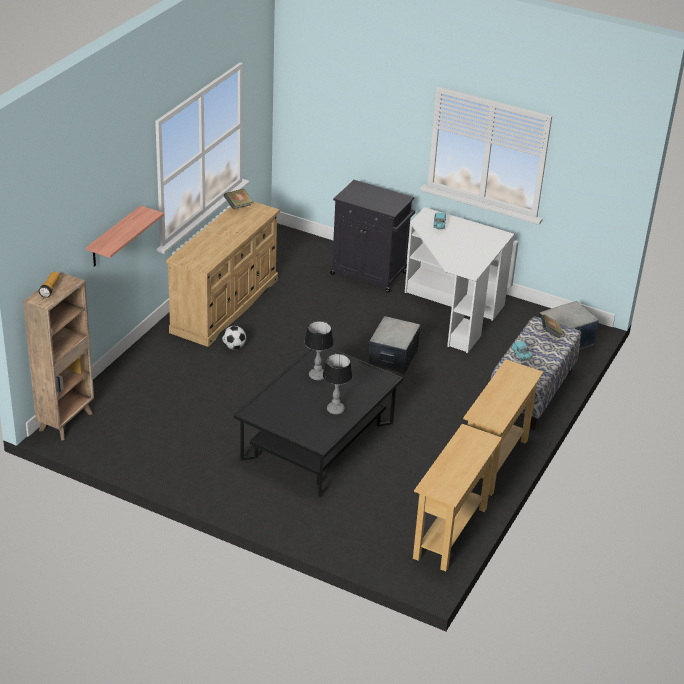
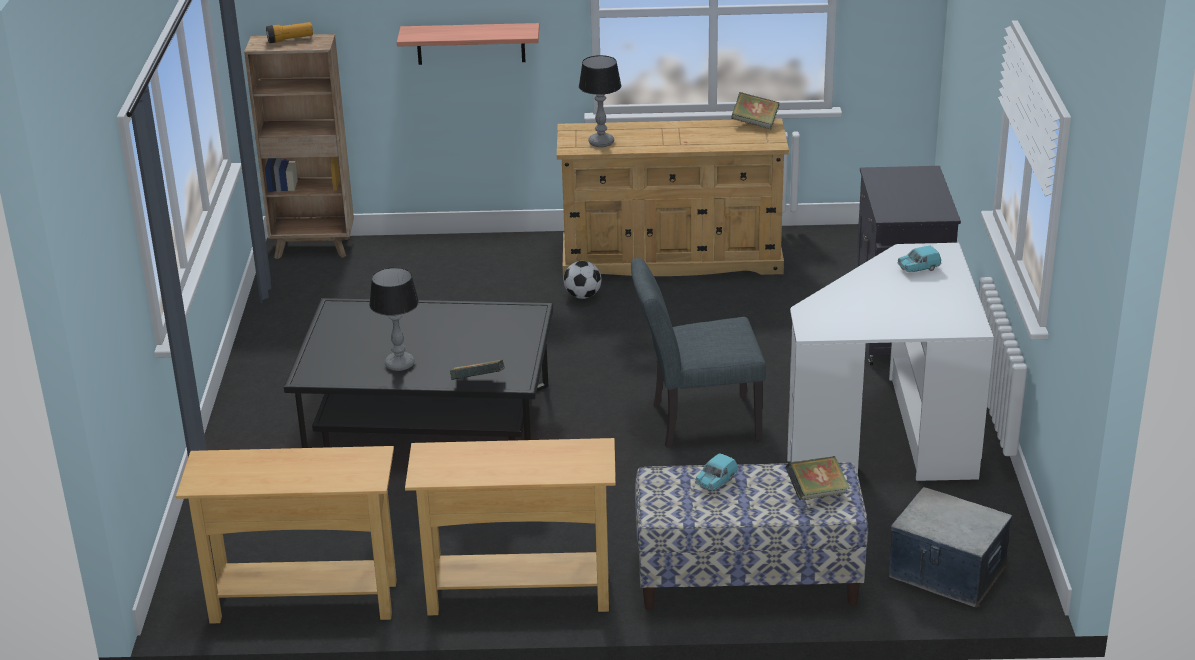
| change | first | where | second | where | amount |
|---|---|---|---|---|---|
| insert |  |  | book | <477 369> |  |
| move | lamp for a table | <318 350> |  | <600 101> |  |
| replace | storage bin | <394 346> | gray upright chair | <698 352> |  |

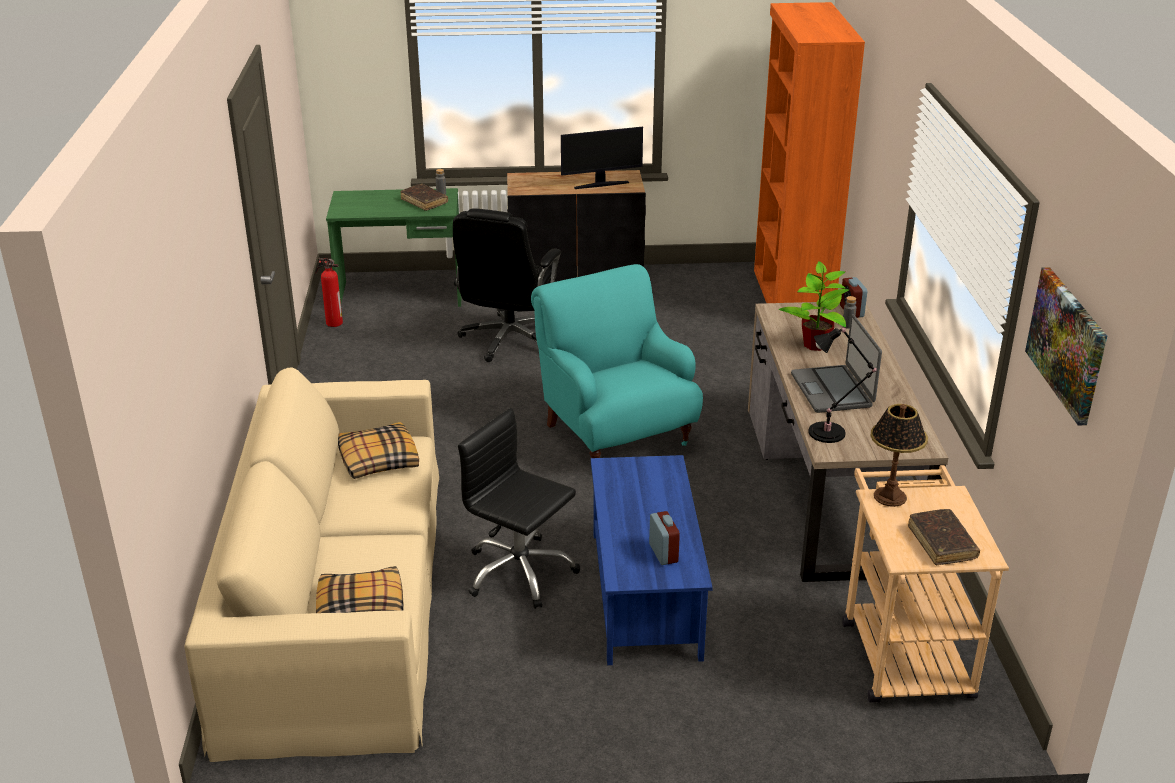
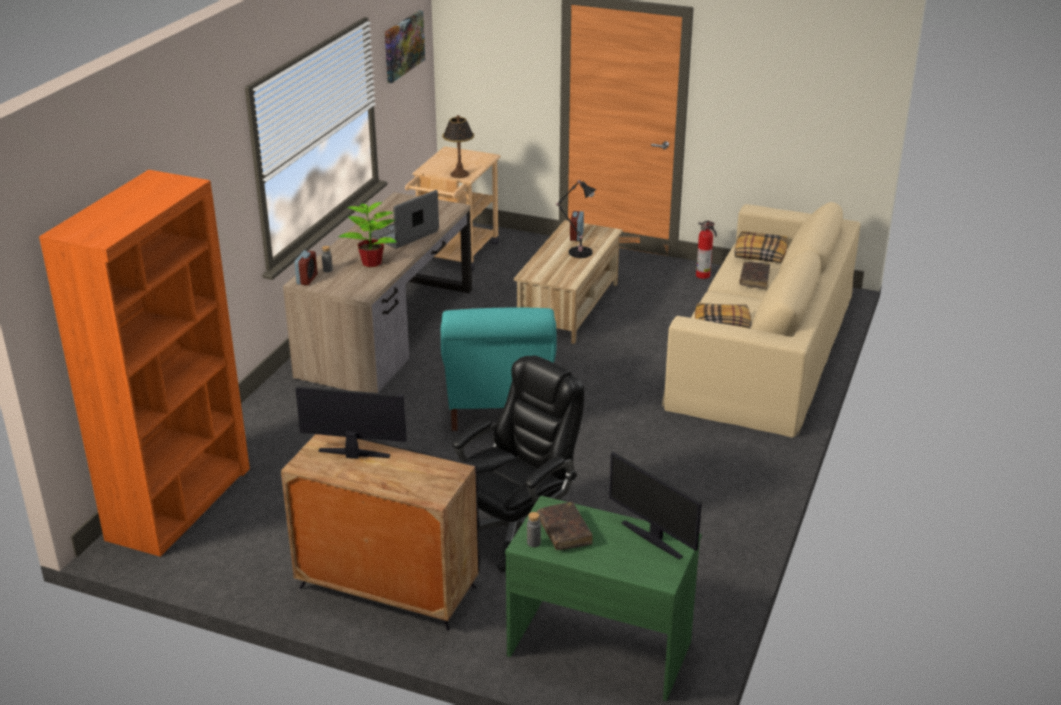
| change | first | where | second | where | amount |
|---|---|---|---|---|---|
| delete | black-coloured desk chair | <519 508> |  |  |  |
| insert |  |  | computer display | <655 505> |  |
| move | extinguisher | <329 292> |  | <706 249> |  |
| move | black-coloured lamp for a table | <843 385> |  | <575 219> |  |
| move | brown-coloured book | <944 537> |  | <754 275> |  |
| recolor | blue-coloured coffee table | <652 560> | sand-coloured coffee table | <568 282> |  |
| rotate | laptop | <836 363> |  | <405 219> | 150 degrees counterclockwise |

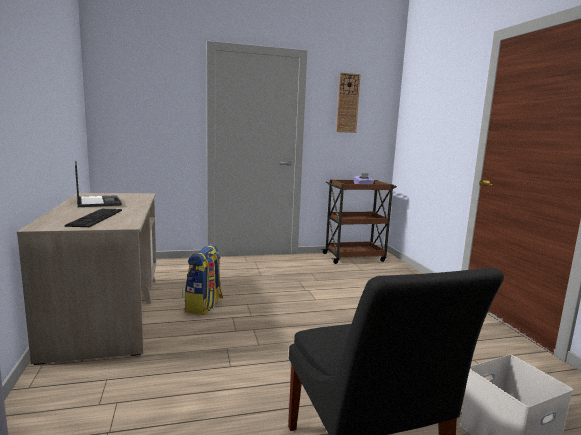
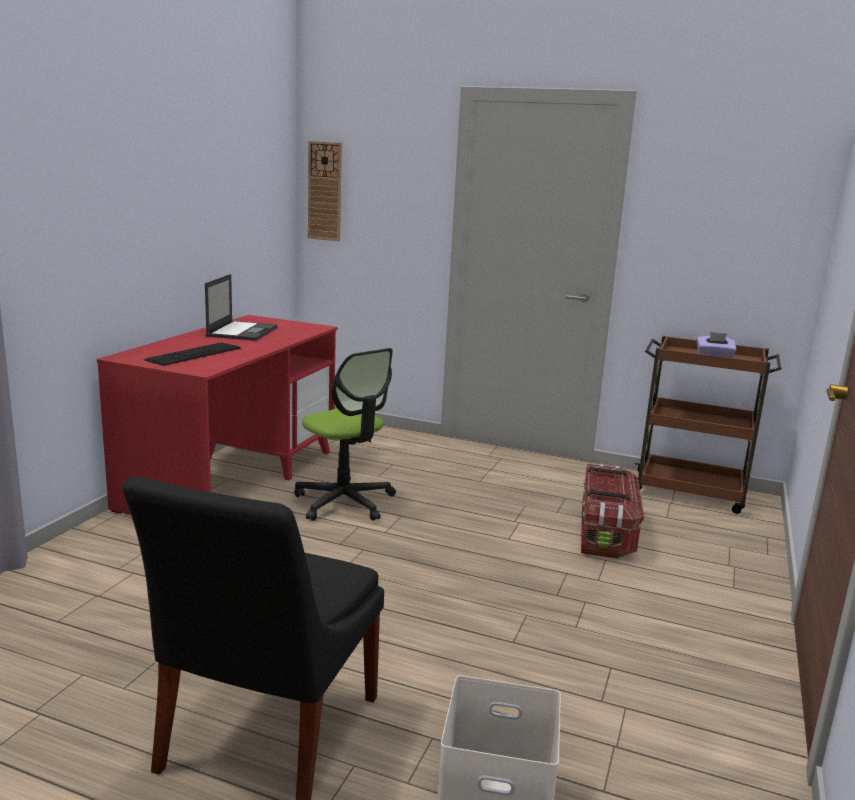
| change | first | where | second | where | amount |
|---|---|---|---|---|---|
| insert |  |  | storage bin | <612 511> |  |
| move | clock on the wall | <348 103> |  | <325 191> |  |
| replace | backpack | <204 280> | desk chair | <345 434> |  |
| recolor | sand-coloured desk | <86 279> | red-coloured desk | <217 415> |  |

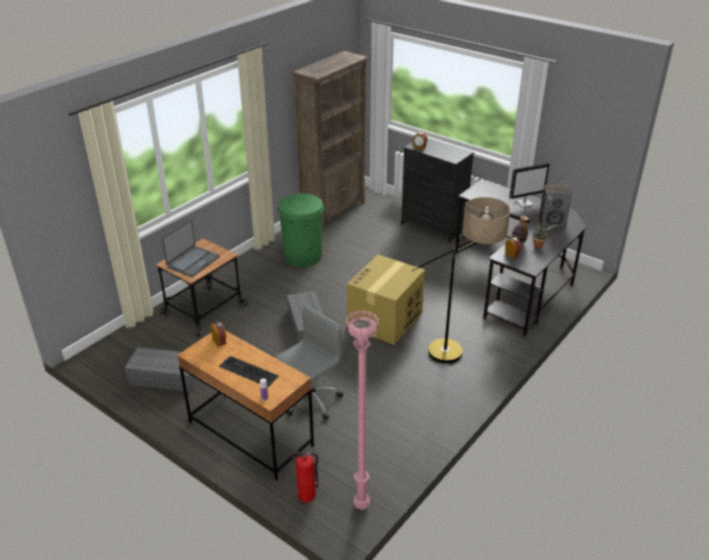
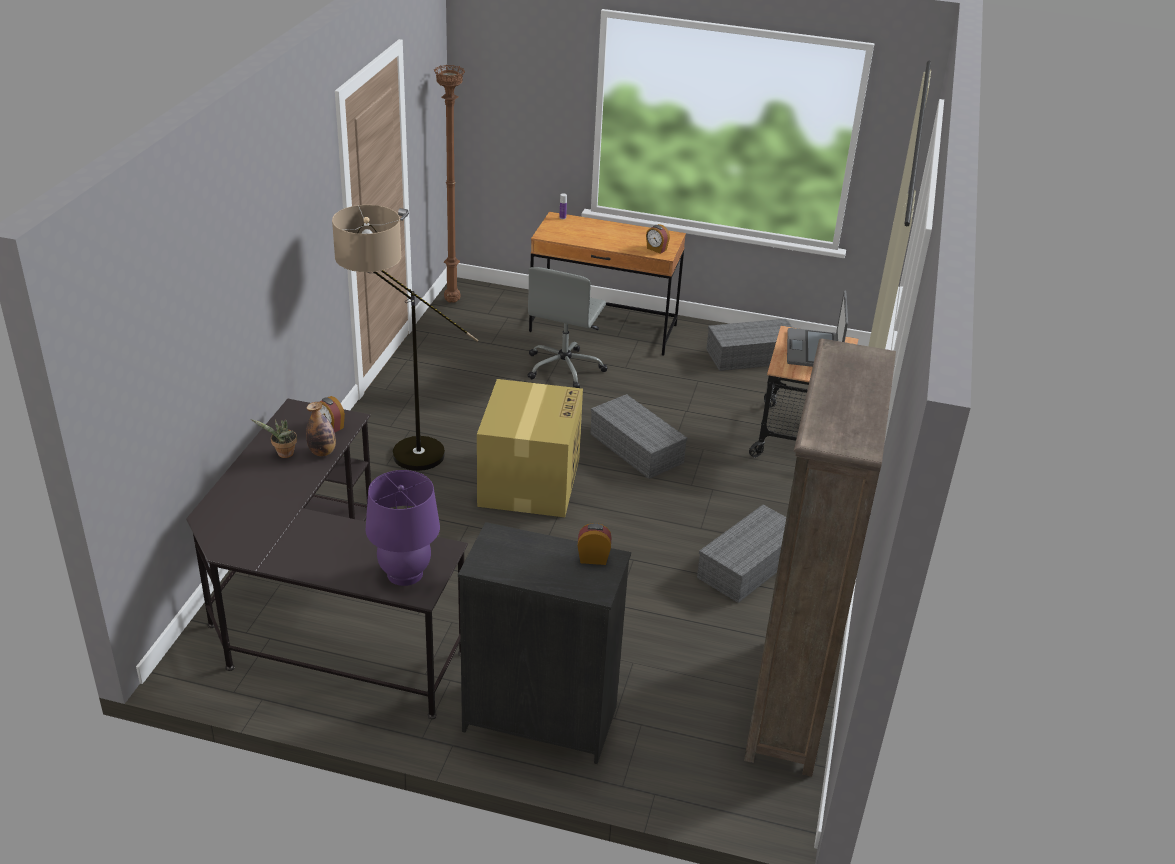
| change | first | where | second | where | amount |
|---|---|---|---|---|---|
| delete | computer keyboard | <249 371> |  |  |  |
| delete | extinguisher | <305 477> |  |  |  |
| delete | computer display | <529 185> |  |  |  |
| delete | loudspeaker | <555 207> |  |  |  |
| insert |  |  | purple lamp for a table | <403 528> |  |
| replace | green trash can | <301 230> | gray storage bin | <741 554> |  |
| recolor | pink standing lamp | <362 410> | brown-coloured standing lamp | <449 184> |  |

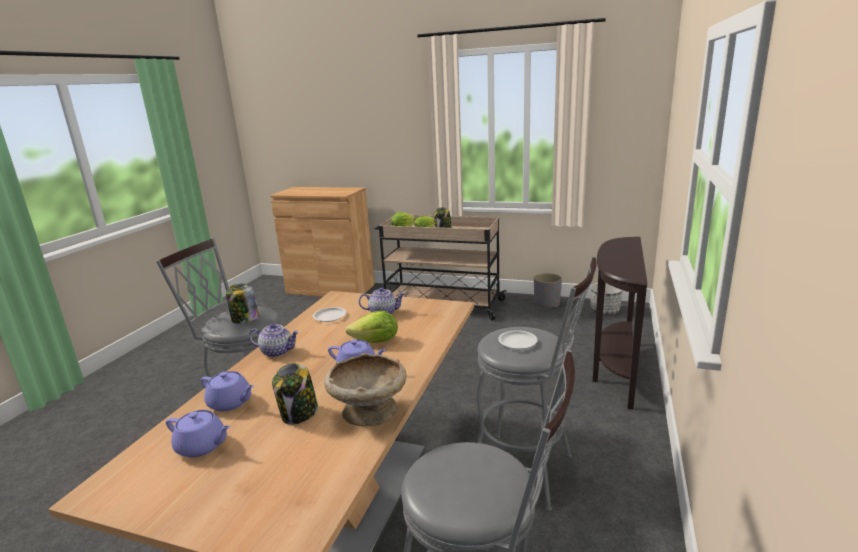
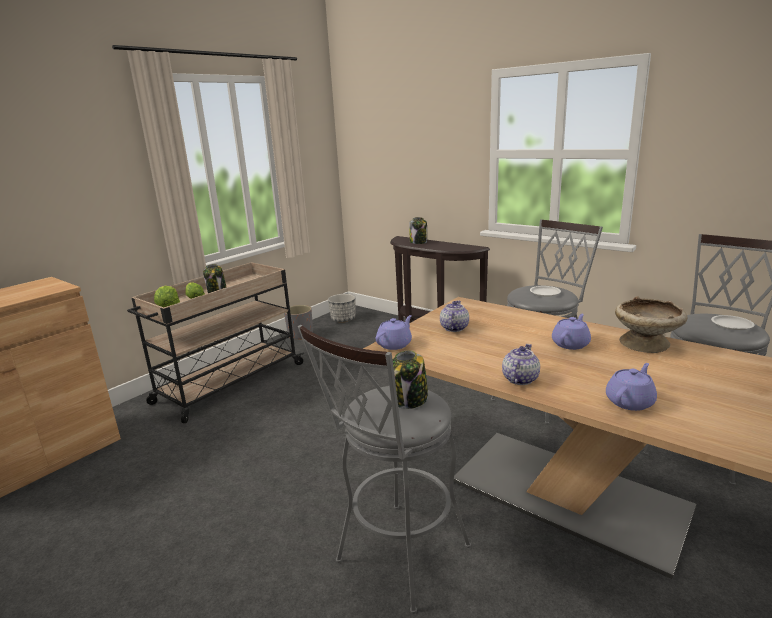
| change | first | where | second | where | amount |
|---|---|---|---|---|---|
| delete | lettuce | <371 327> |  |  |  |
| move | purple pot for tea | <198 433> |  | <394 332> |  |
| move | storage jar | <295 394> |  | <418 230> |  |
| move | white-coloured dinner plate | <329 314> |  | <733 322> |  |

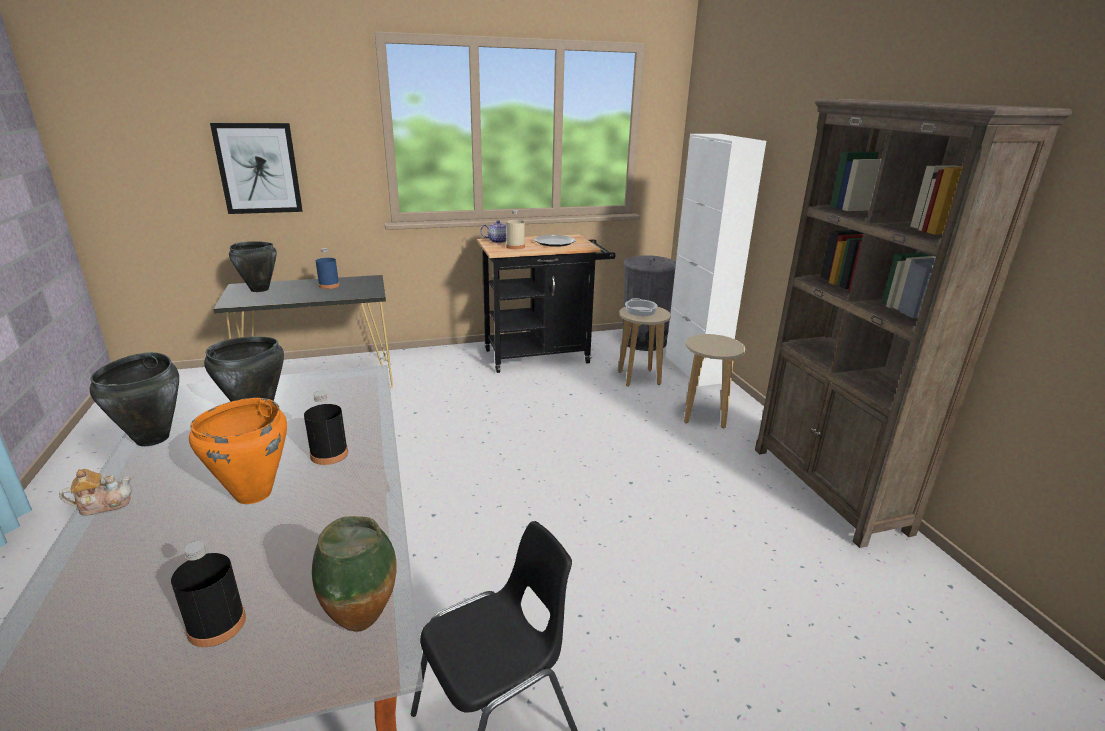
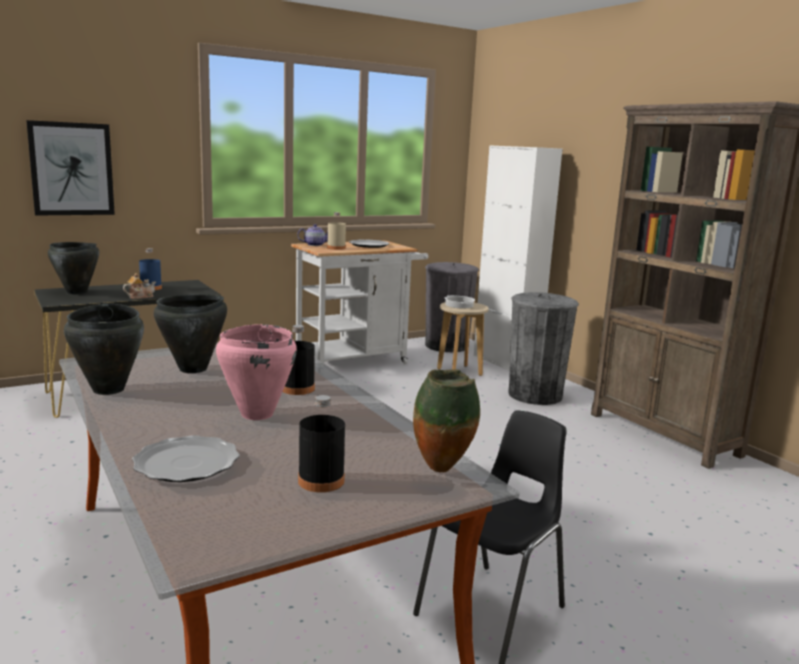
| change | first | where | second | where | amount |
|---|---|---|---|---|---|
| insert |  |  | dinner plate | <186 458> |  |
| move | pot for tea | <95 492> |  | <139 286> |  |
| replace | sand-coloured stool seat | <714 381> | gray trash can | <543 348> |  |
| recolor | orangey stockpot | <238 451> | pink stockpot | <256 372> |  |
| recolor | black-coloured wheeled cart | <546 303> | white-coloured wheeled cart | <359 302> |  |

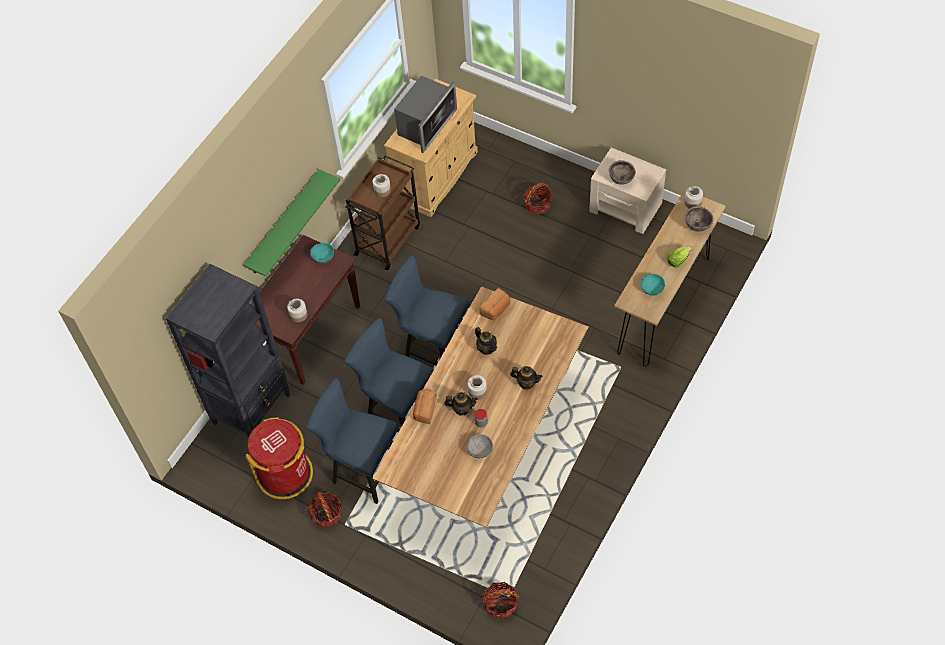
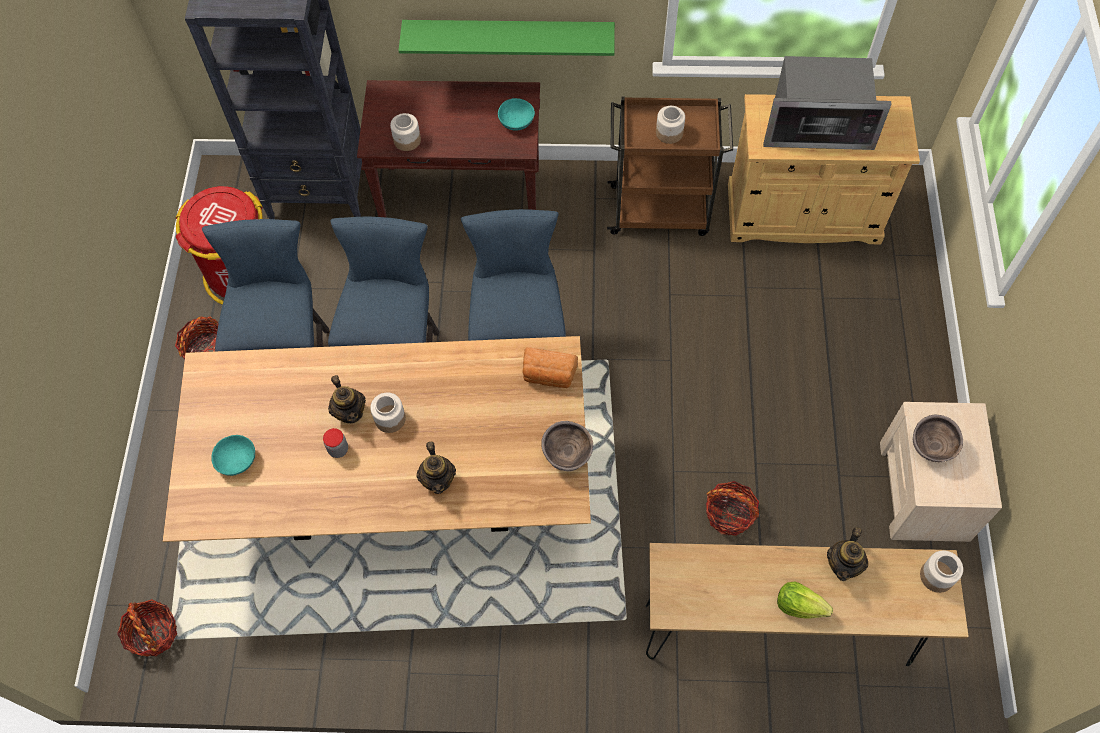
| change | first | where | second | where | amount |
|---|---|---|---|---|---|
| delete | bakery bread | <425 407> |  |  |  |
| delete | gray deep dish | <479 446> |  |  |  |
| move | pot for tea | <486 341> |  | <847 554> |  |
| move | storage basket | <538 199> |  | <732 508> |  |
| move | turquoise-coloured deep dish | <653 285> |  | <233 455> |  |
| move | brown-coloured deep dish | <699 219> |  | <567 446> |  |

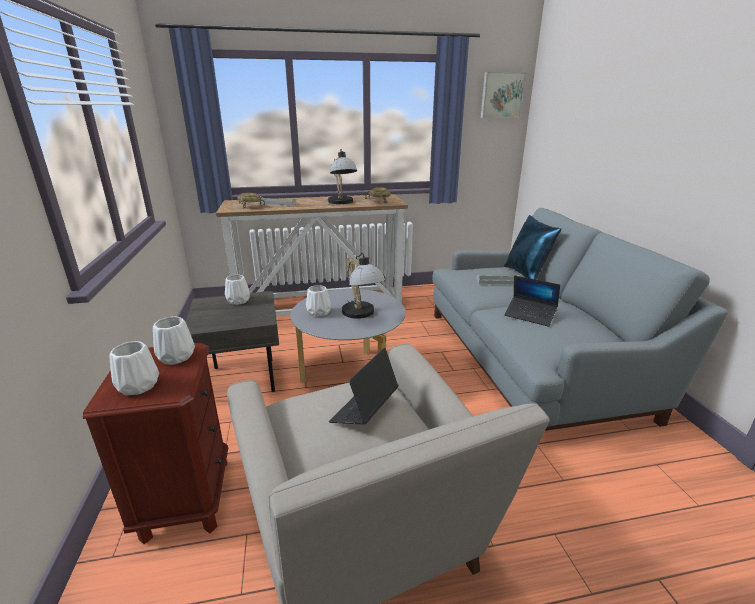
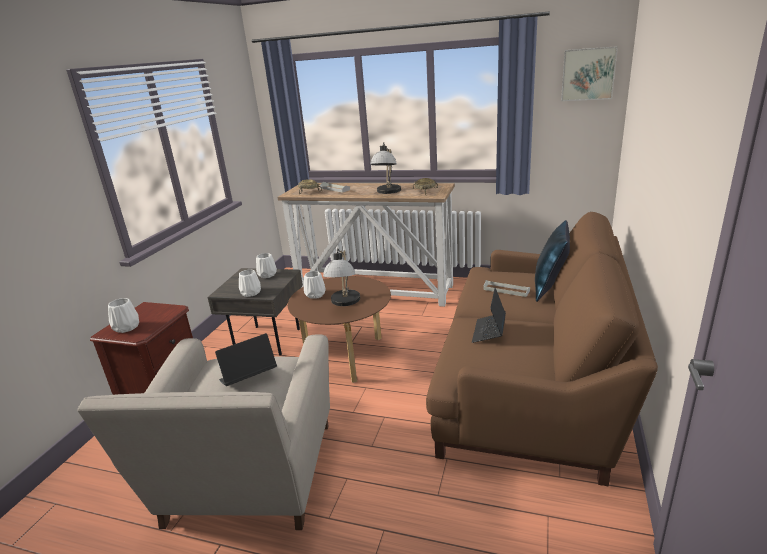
| change | first | where | second | where | amount |
|---|---|---|---|---|---|
| move | white-coloured vase | <174 340> |  | <250 283> |  |
| recolor | gray coffee table | <348 336> | brown-coloured coffee table | <339 329> |  |
| recolor | gray sofa | <580 319> | brown-coloured sofa | <542 349> |  |
| rotate | laptop | <532 301> |  | <489 315> | 45 degrees clockwise |

